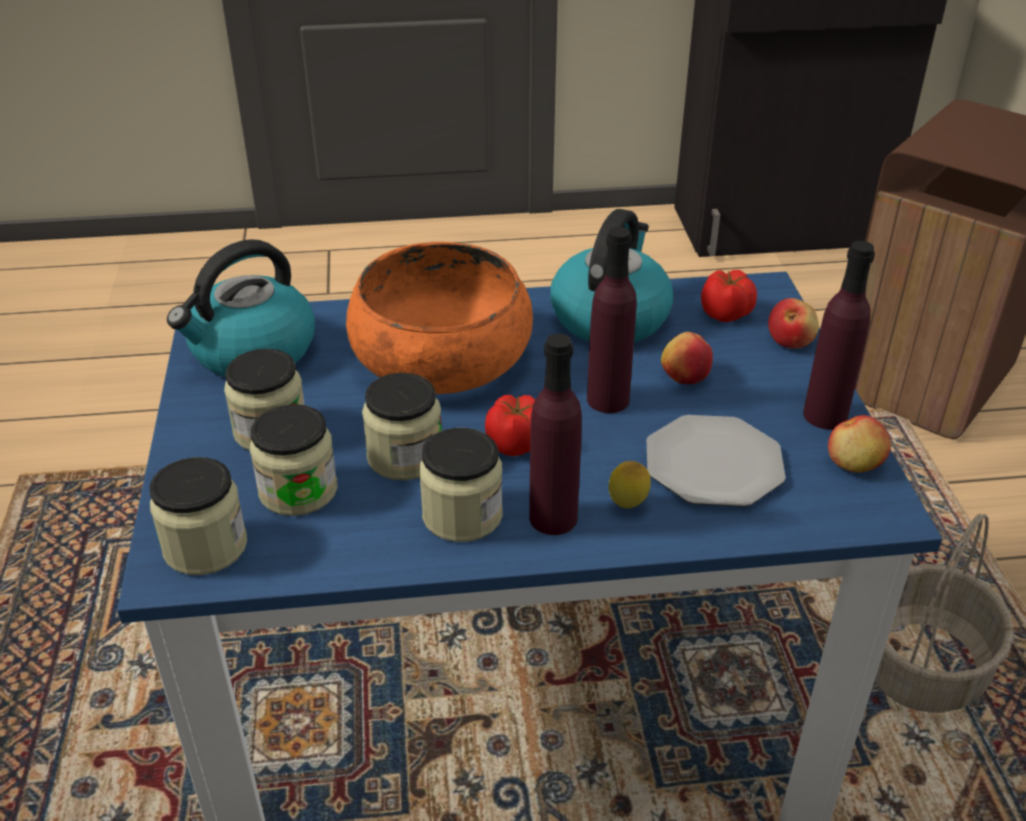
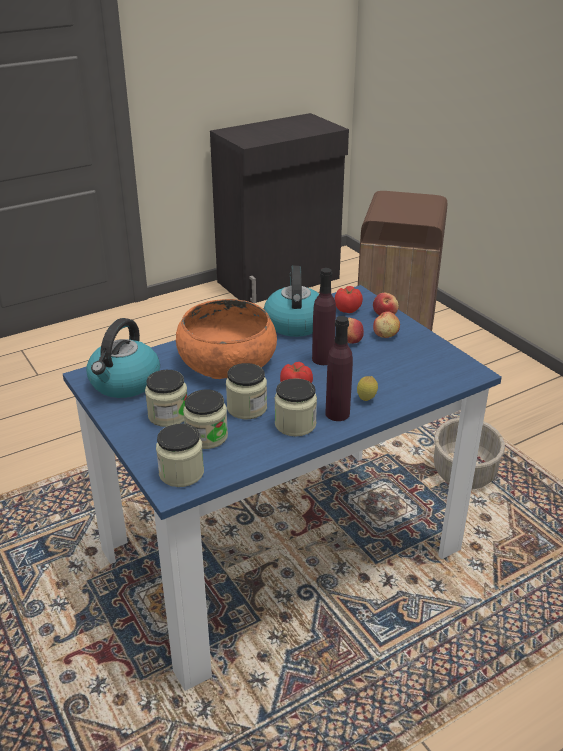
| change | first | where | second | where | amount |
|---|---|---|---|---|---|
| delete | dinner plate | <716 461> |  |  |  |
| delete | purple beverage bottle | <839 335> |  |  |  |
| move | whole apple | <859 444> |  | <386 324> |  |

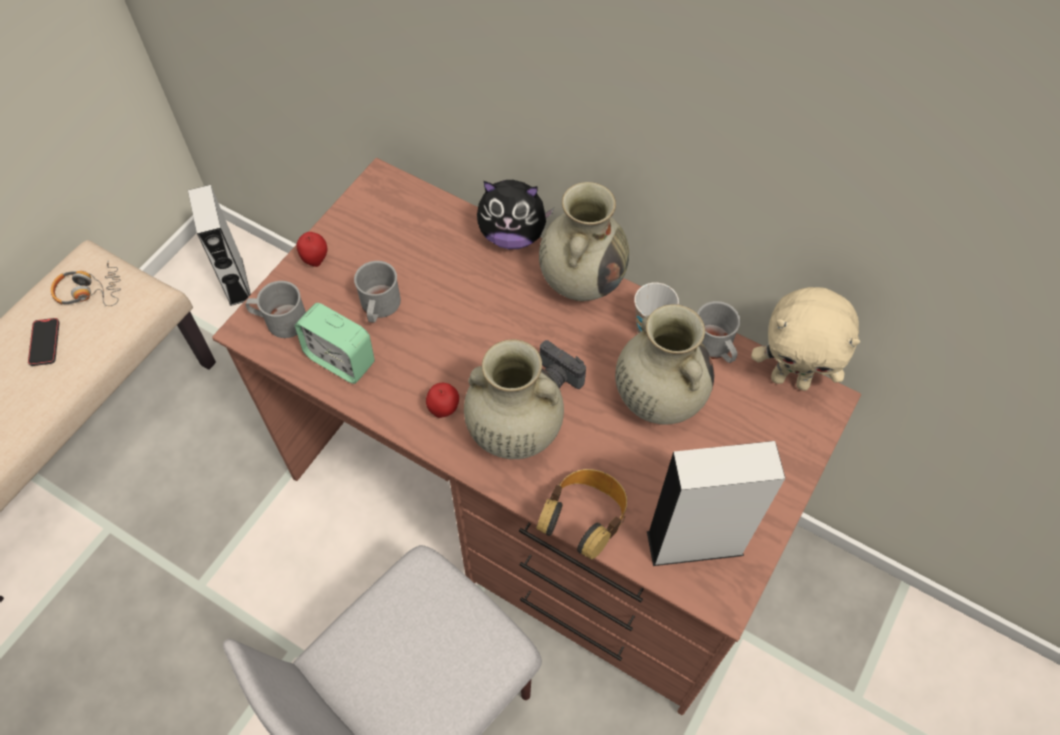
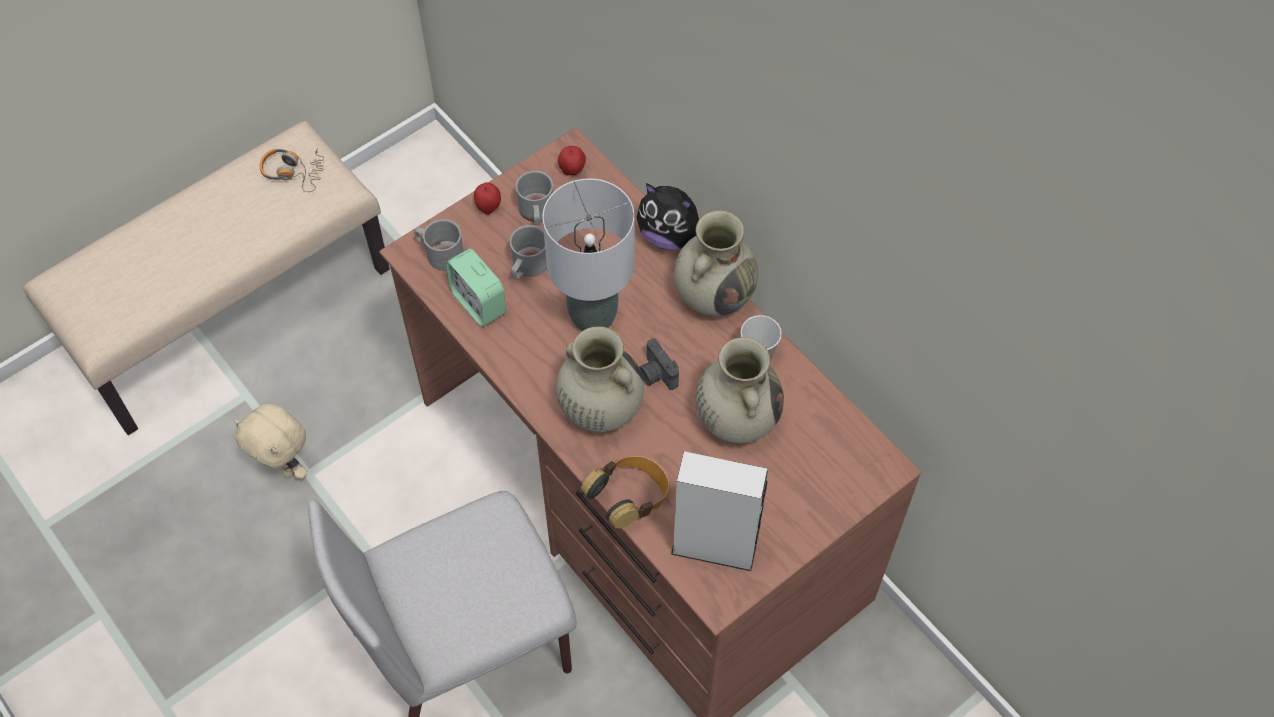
| change | first | where | second | where | amount |
|---|---|---|---|---|---|
| delete | telephone | <44 342> |  |  |  |
| delete | gray loudspeaker | <219 245> |  |  |  |
| insert |  |  | gray lamp for a table | <588 254> |  |
| move | whole apple | <442 400> |  | <572 160> |  |
| move | gray mug | <718 332> |  | <534 198> |  |
| move | sand-coloured cuddly toy | <805 339> |  | <271 441> |  |

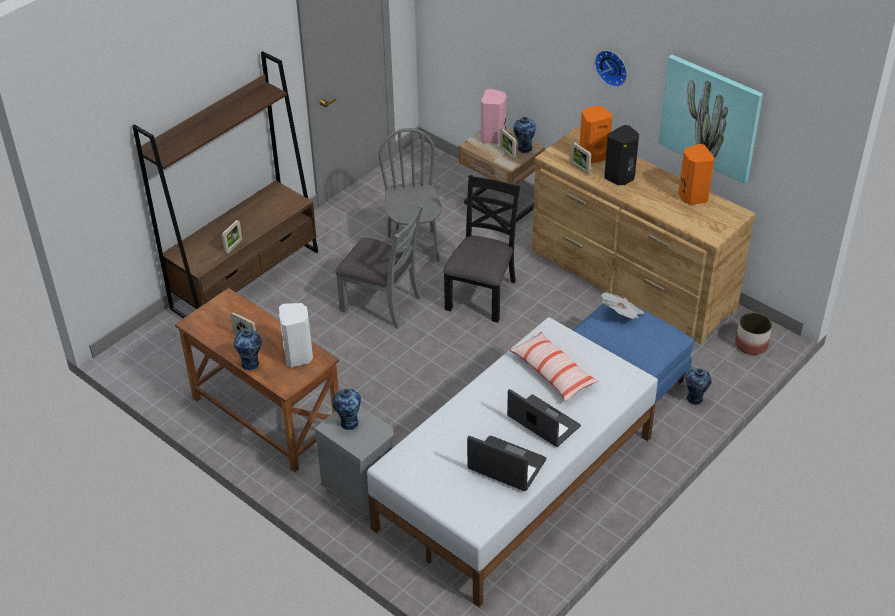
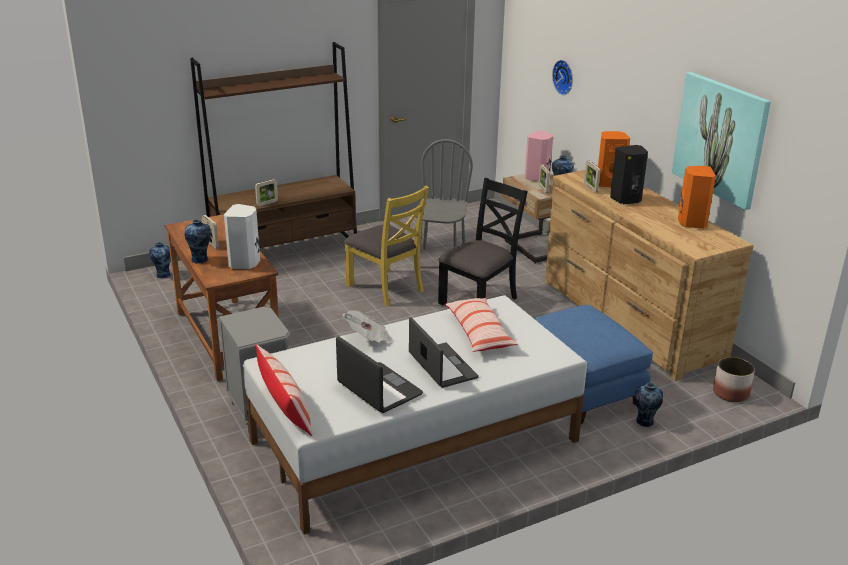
| change | first | where | second | where | amount |
|---|---|---|---|---|---|
| insert |  |  | cushion | <284 390> |  |
| move | vase | <347 409> |  | <160 260> |  |
| move | clock on the wall | <611 68> |  | <562 77> |  |
| move | daily paper | <622 305> |  | <368 326> |  |
| recolor | gray upright chair | <379 266> | yellow upright chair | <386 246> |  |

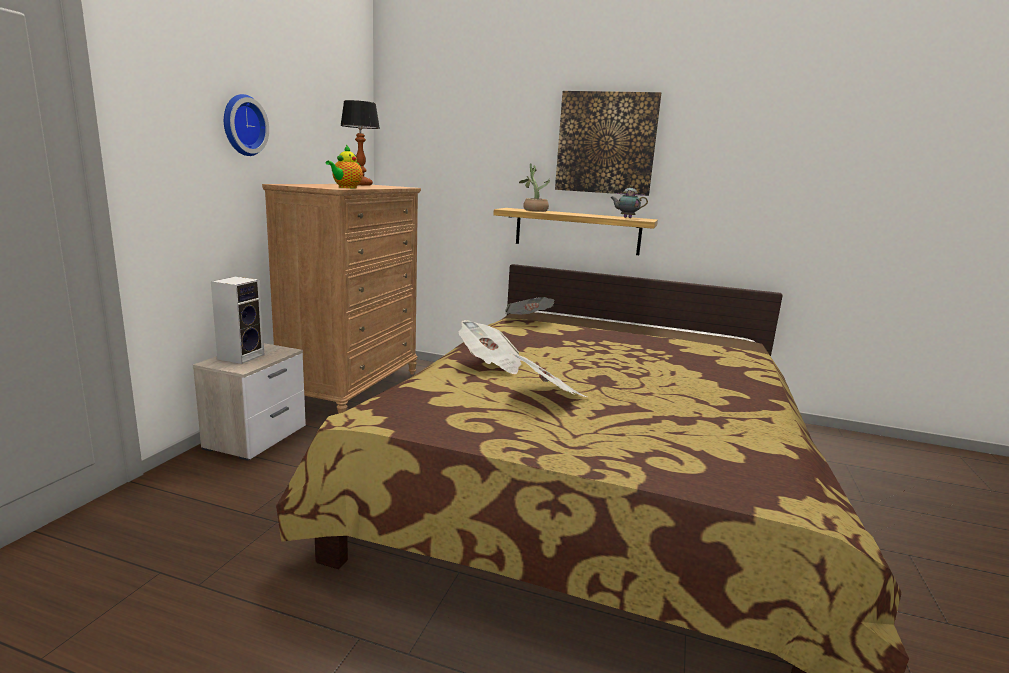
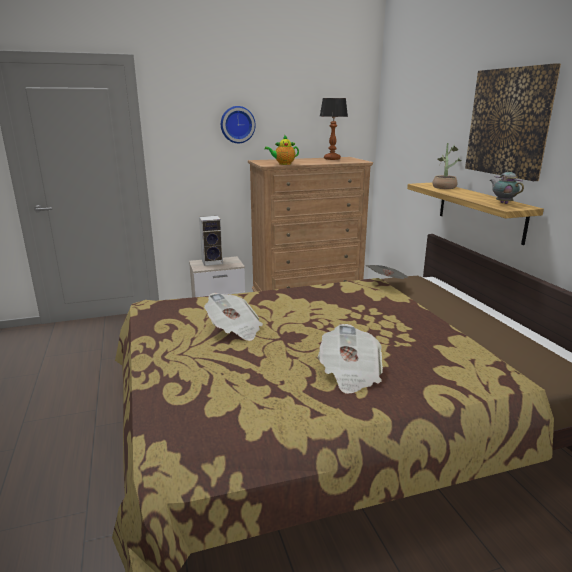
| change | first | where | second | where | amount |
|---|---|---|---|---|---|
| move | daily paper | <490 347> |  | <350 359> |  |

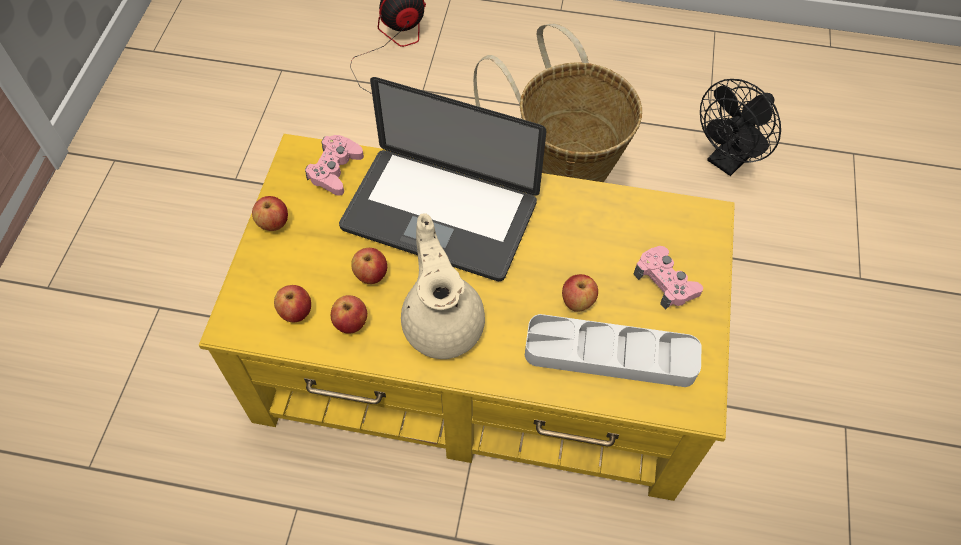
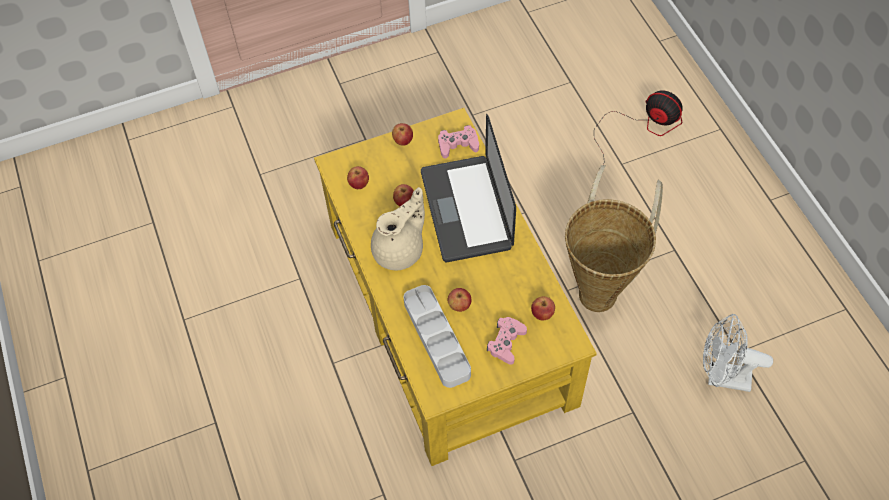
| change | first | where | second | where | amount |
|---|---|---|---|---|---|
| move | whole apple | <349 314> |  | <543 308> |  |
| recolor | black-coloured cooling fan | <740 127> | white-coloured cooling fan | <738 353> |  |

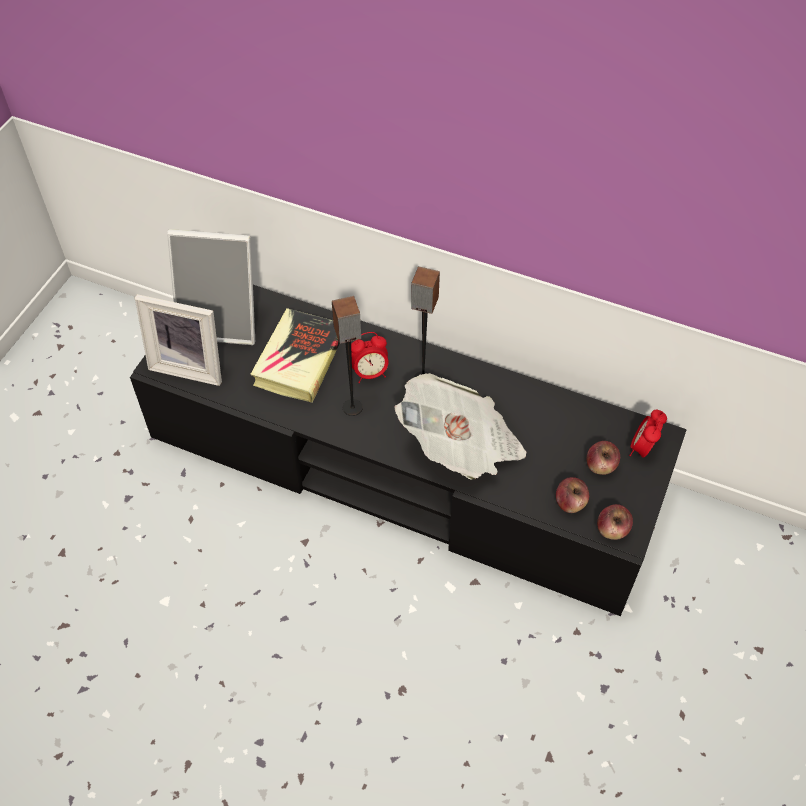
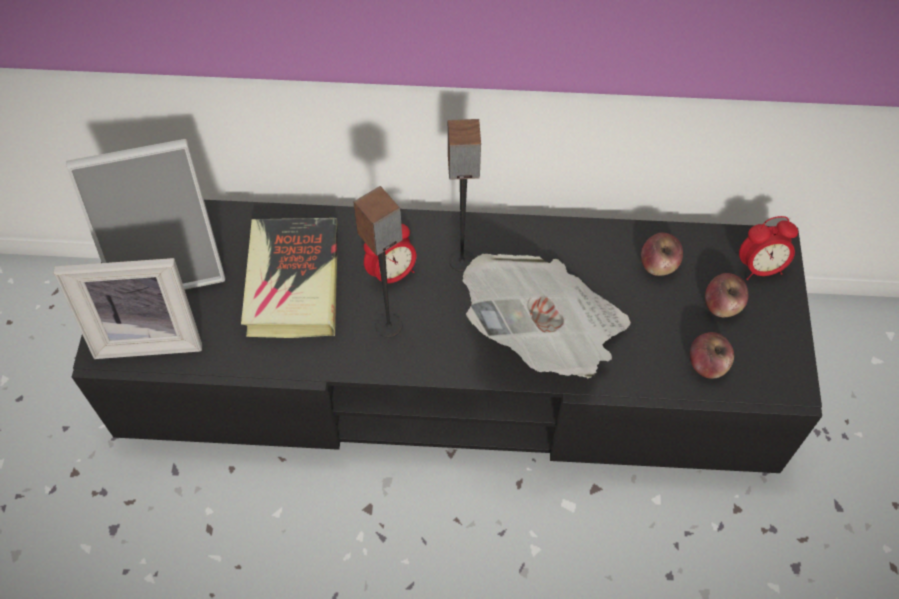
| change | first | where | second | where | amount |
|---|---|---|---|---|---|
| move | whole apple | <615 522> |  | <662 254> |  |
| rotate | table clock | <648 434> |  | <768 248> | 105 degrees counterclockwise |

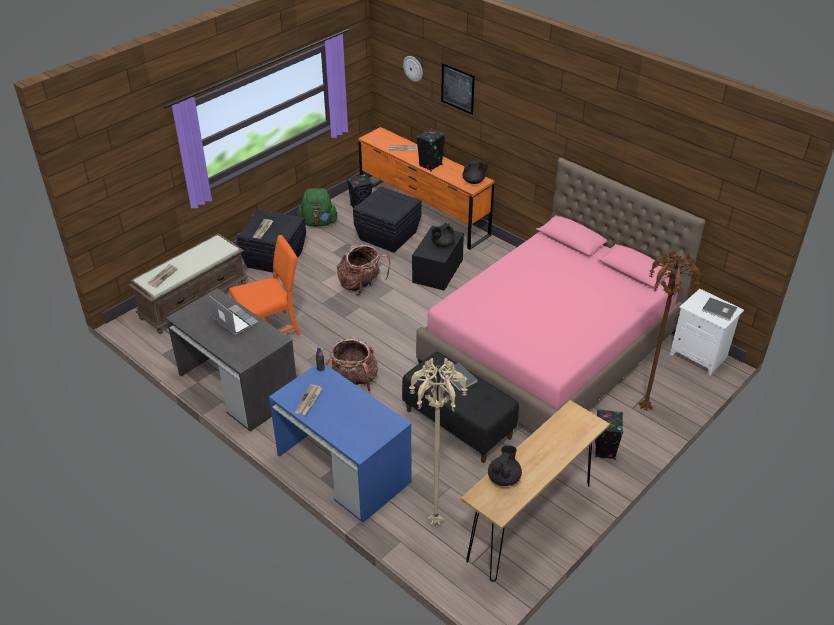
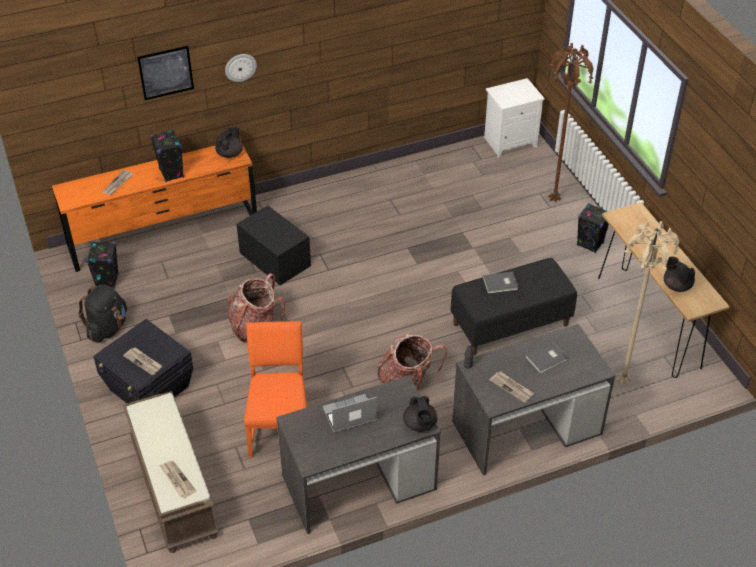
| change | first | where | second | where | amount |
|---|---|---|---|---|---|
| delete | black-coloured storage bin | <387 219> |  |  |  |
| delete | pink sleeping bed | <560 295> |  |  |  |
| move | clock on the wall | <413 69> |  | <241 68> |  |
| move | black-coloured pot for tea | <443 235> |  | <420 414> |  |
| move | gray book | <719 309> |  | <546 357> |  |
| recolor | blue-coloured desk | <340 443> | gray desk | <534 400> |  |
| recolor | green backpack | <317 207> | black-coloured backpack | <102 314> |  |

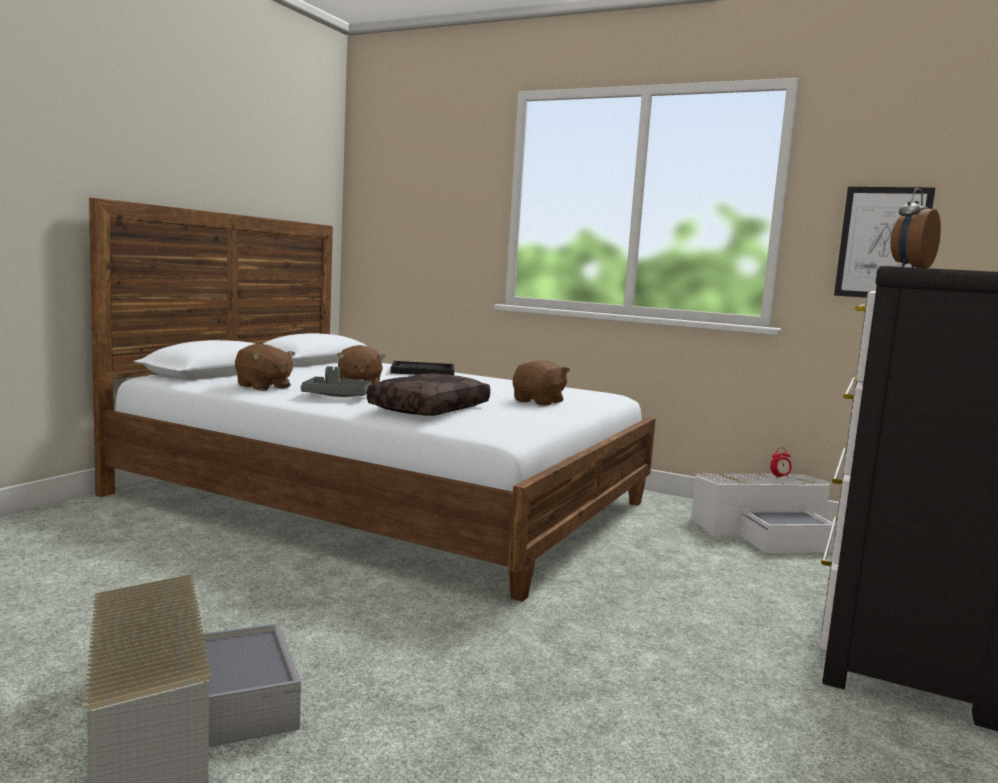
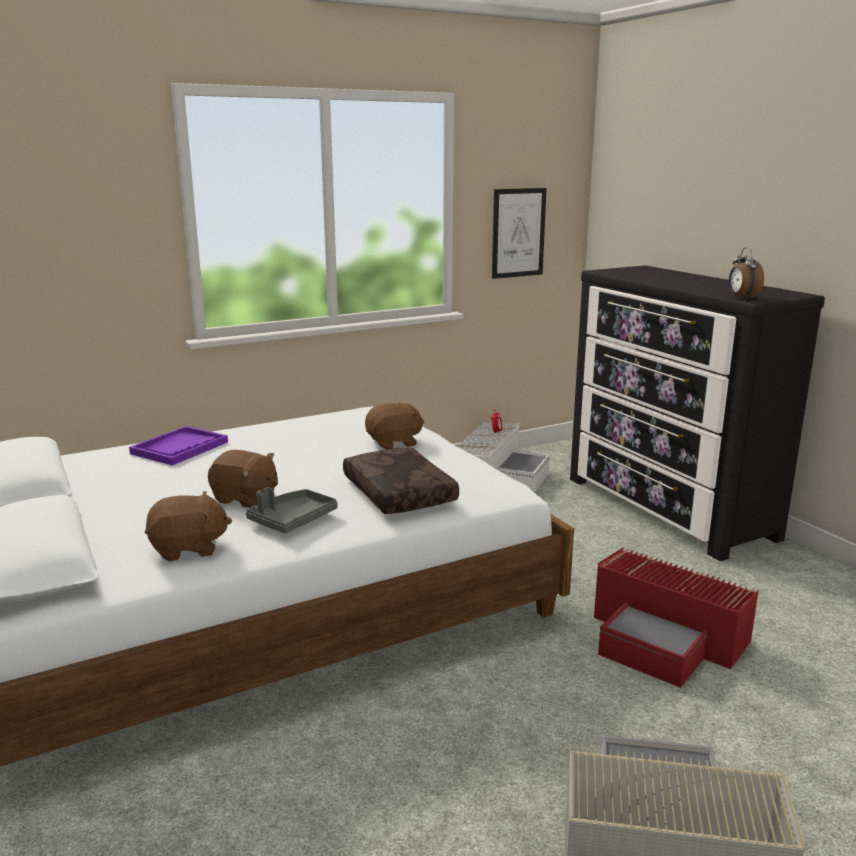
| change | first | where | second | where | amount |
|---|---|---|---|---|---|
| insert |  |  | red-coloured storage bin | <676 617> |  |
| recolor | black-coloured serving tray | <422 368> | purple serving tray | <178 445> |  |
| rotate | brown-coloured cuddly toy | <541 383> |  | <394 426> | 90 degrees clockwise |

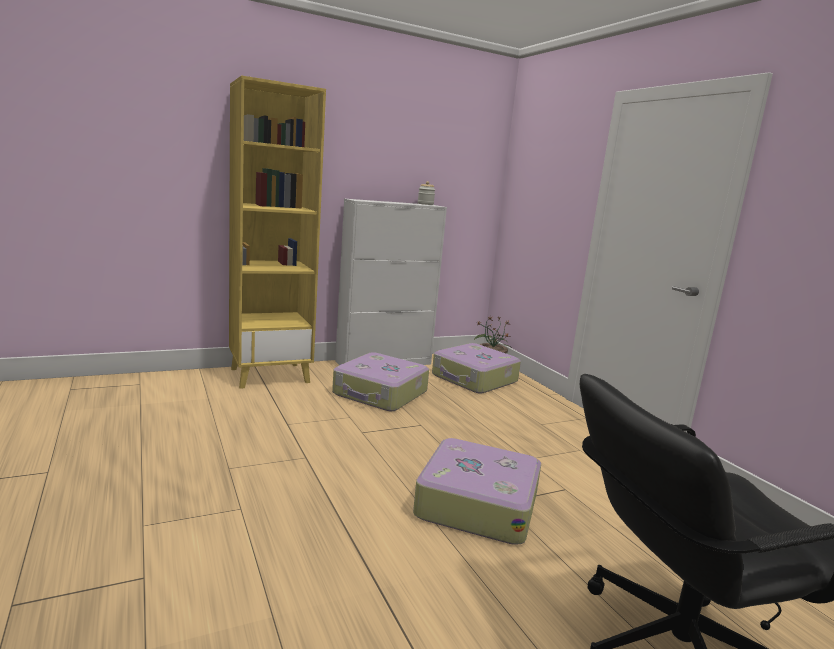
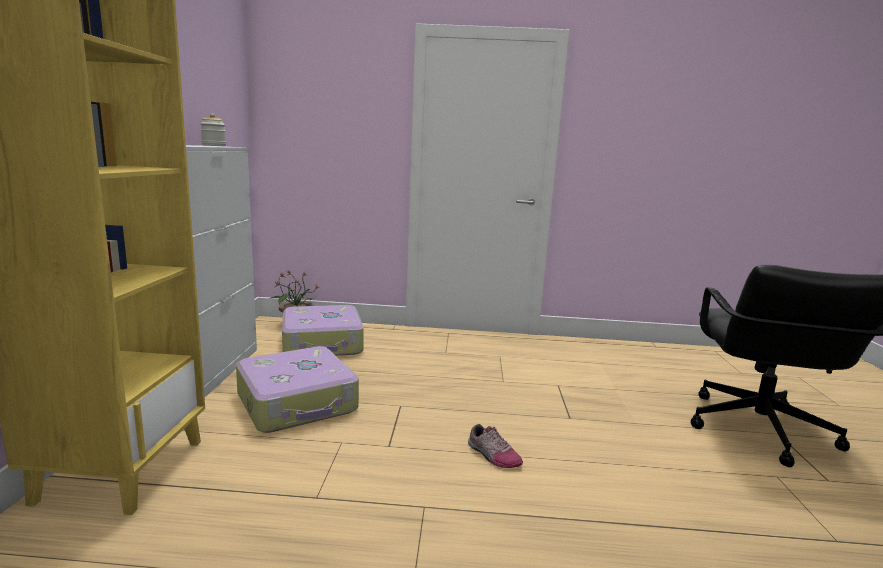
| change | first | where | second | where | amount |
|---|---|---|---|---|---|
| delete | piece of luggage | <477 491> |  |  |  |
| insert |  |  | item of footwear | <495 446> |  |

